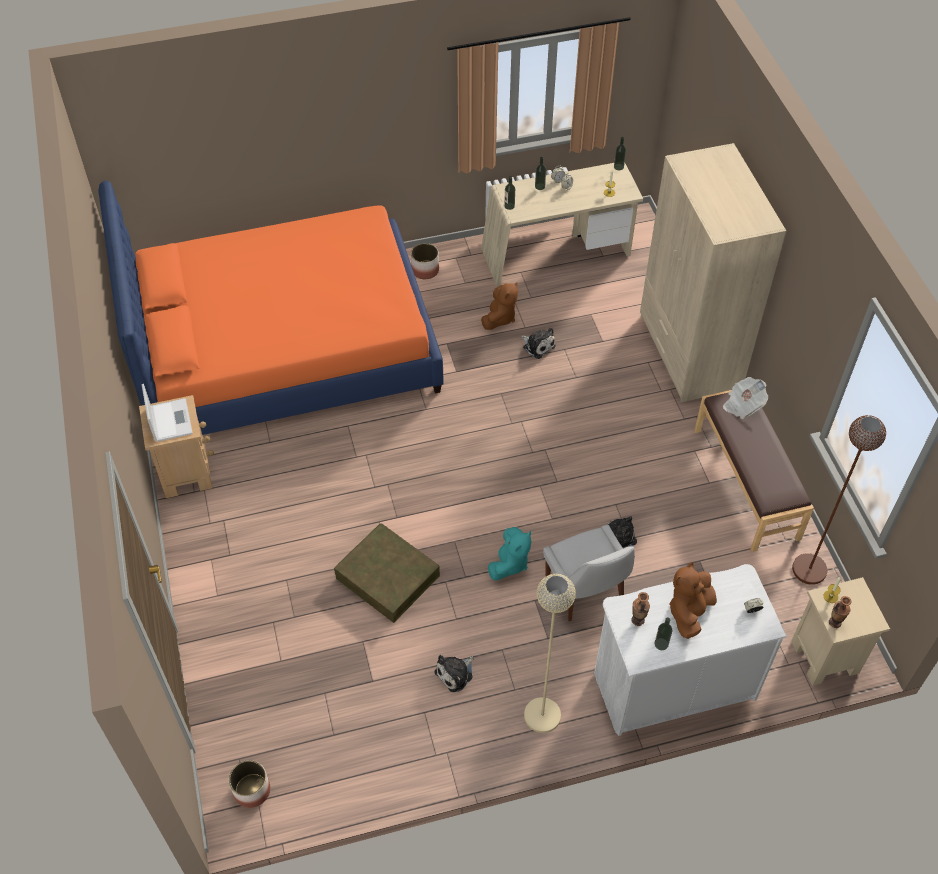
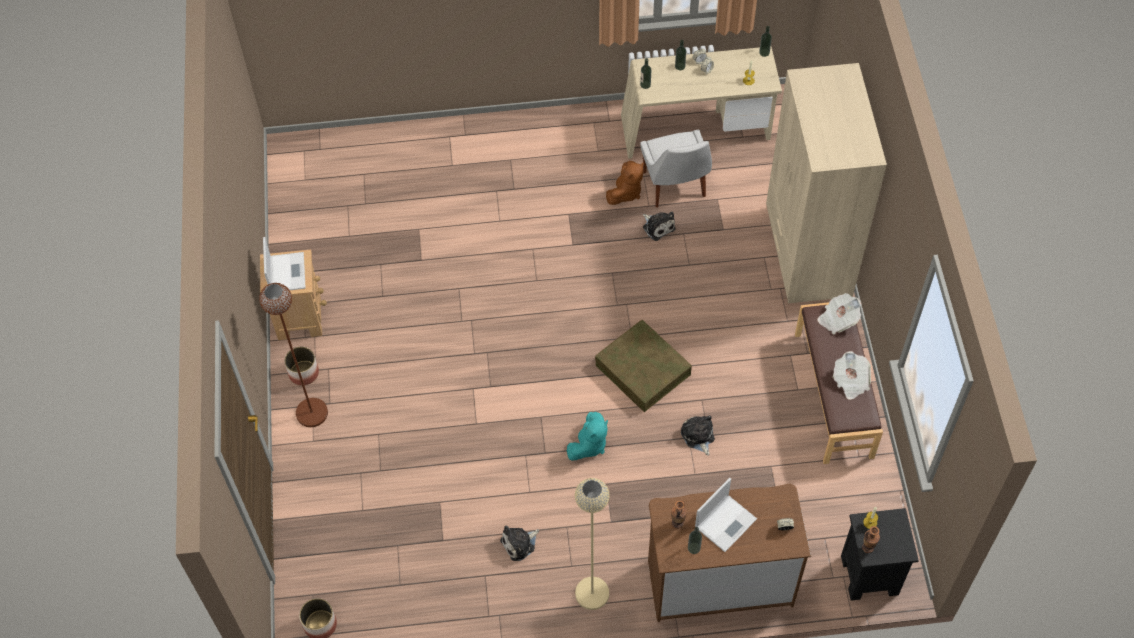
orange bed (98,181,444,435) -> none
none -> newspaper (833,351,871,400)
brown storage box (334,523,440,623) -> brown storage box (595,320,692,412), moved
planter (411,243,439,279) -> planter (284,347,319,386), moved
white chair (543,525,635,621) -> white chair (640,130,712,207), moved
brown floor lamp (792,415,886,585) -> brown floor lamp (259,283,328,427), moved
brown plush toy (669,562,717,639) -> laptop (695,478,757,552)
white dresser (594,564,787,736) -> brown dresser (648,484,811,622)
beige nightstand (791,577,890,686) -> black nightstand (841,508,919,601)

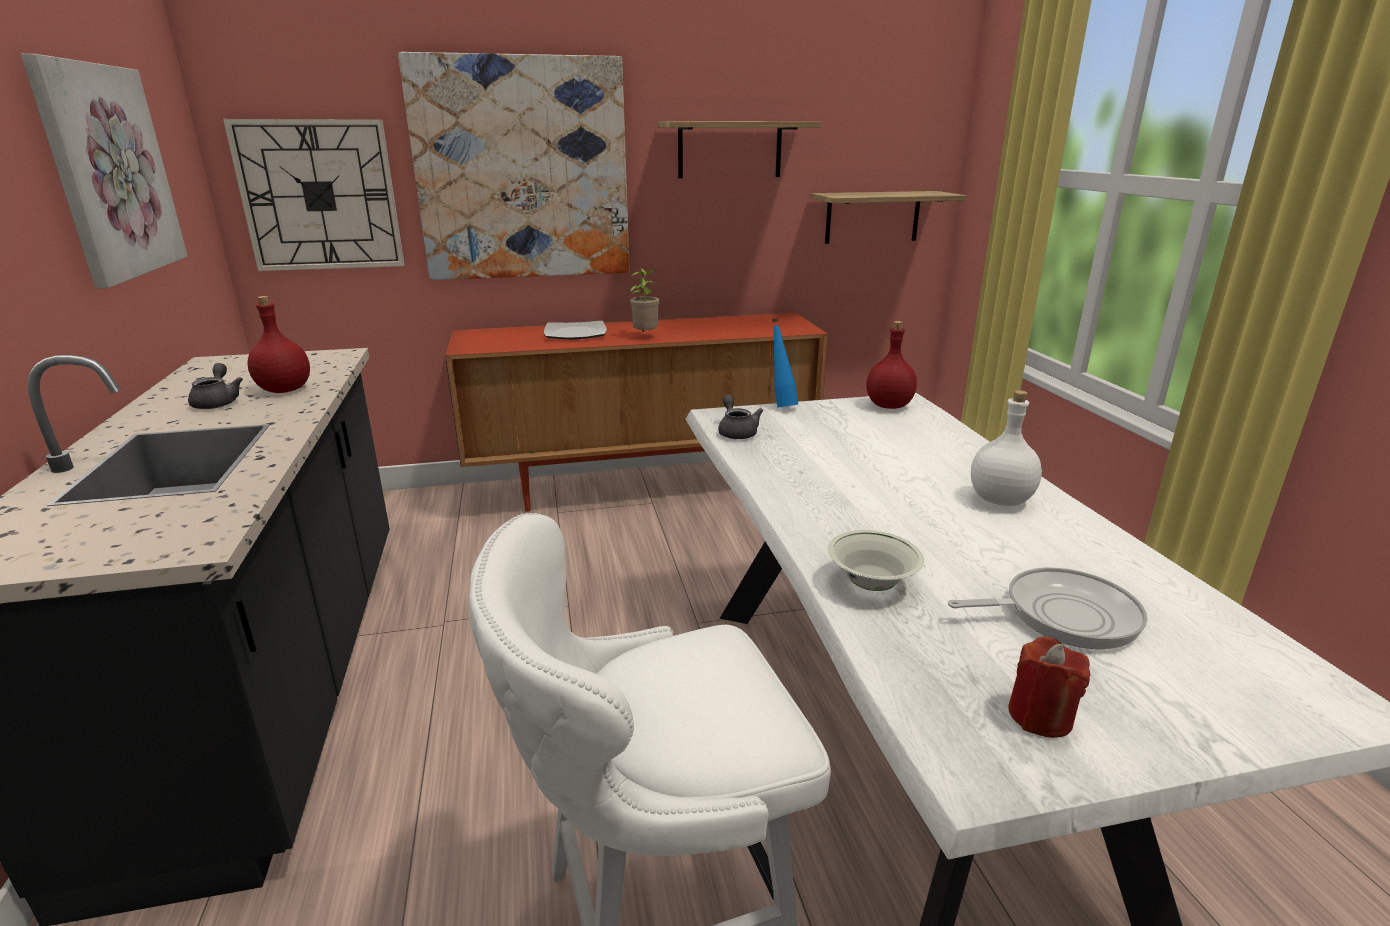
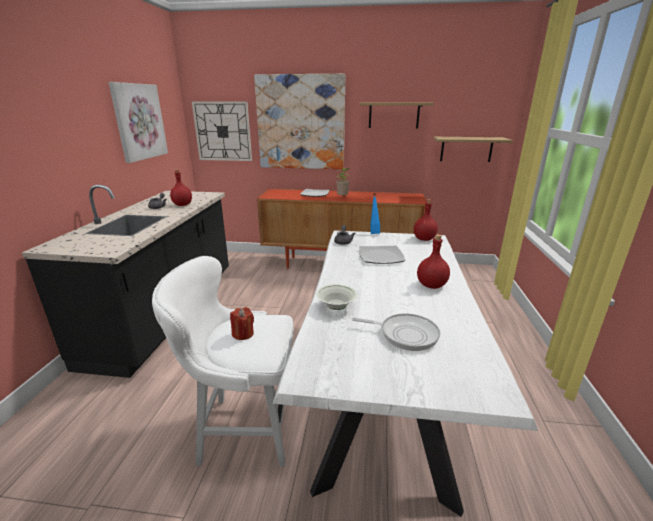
none -> plate (359,246,405,264)
red candle (1008,636,1091,738) -> red candle (230,307,254,340), moved
white bottle (971,390,1042,506) -> red bottle (417,234,450,289)

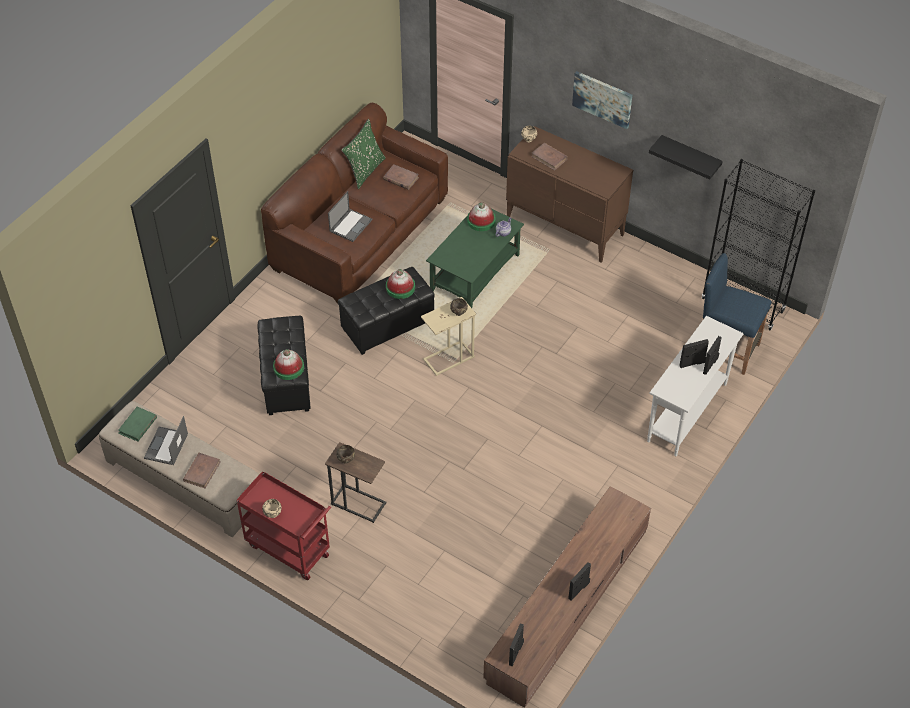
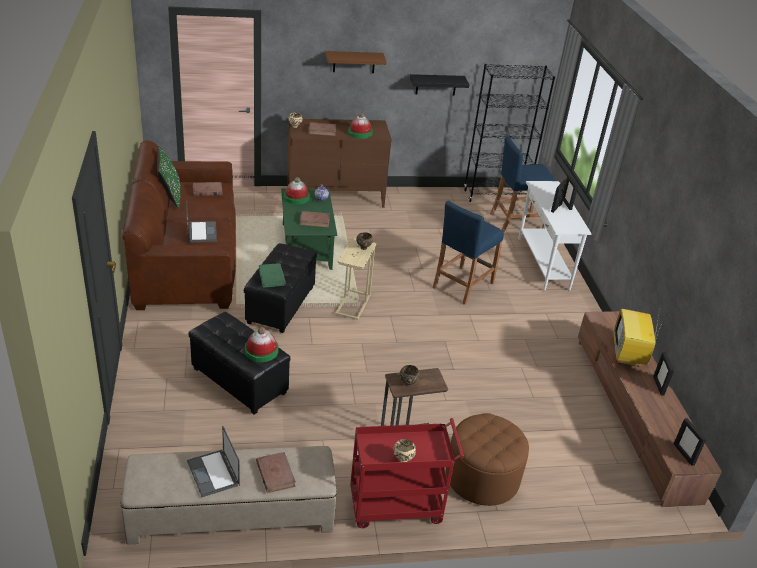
none -> brown book (300,211,330,228)
none -> blue stool (432,201,504,305)
none -> brown ottoman (446,413,529,506)
none -> television (614,309,663,367)
green book (118,407,157,441) -> green book (259,263,286,288), moved
hat (386,269,415,299) -> hat (348,113,373,139), moved
picture (572,71,632,129) -> brown shelf (326,51,387,73)

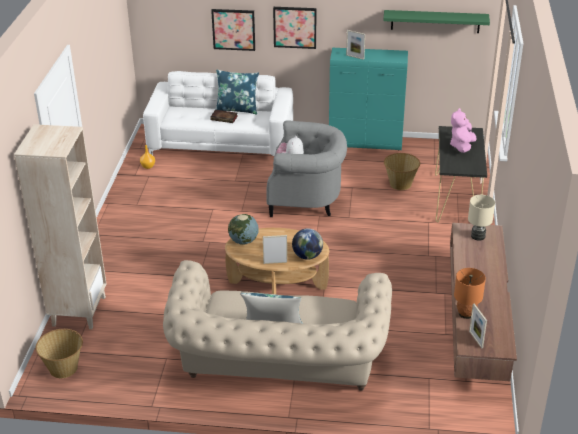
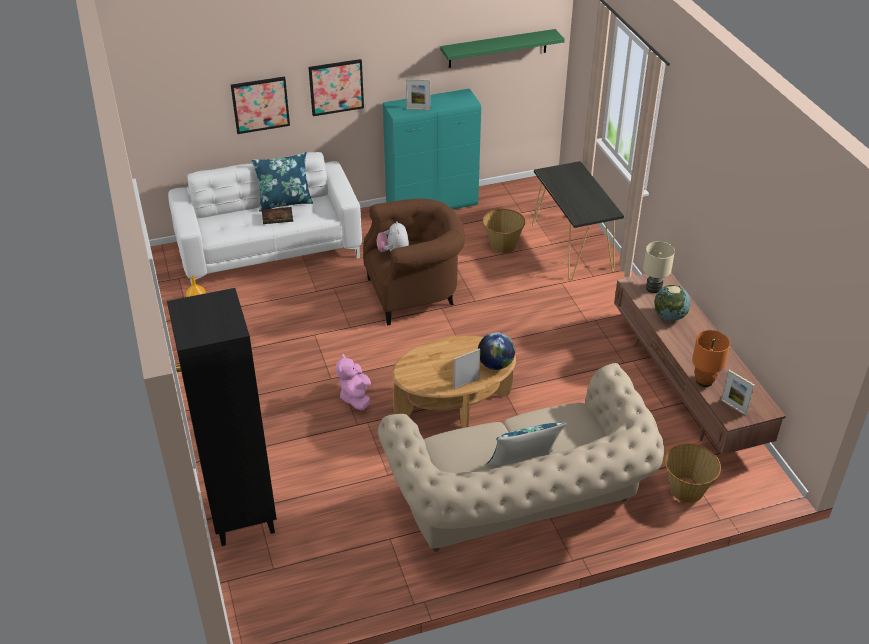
basket (36,329,83,378) -> basket (665,444,721,503), moved
globe (228,214,259,245) -> globe (654,285,690,321), moved
pink plush toy (450,108,476,153) -> pink plush toy (336,354,371,410), moved
beige bookcase (14,124,107,329) -> black bookcase (167,288,277,546)
grey armchair (266,120,347,217) -> brown armchair (363,199,465,326)

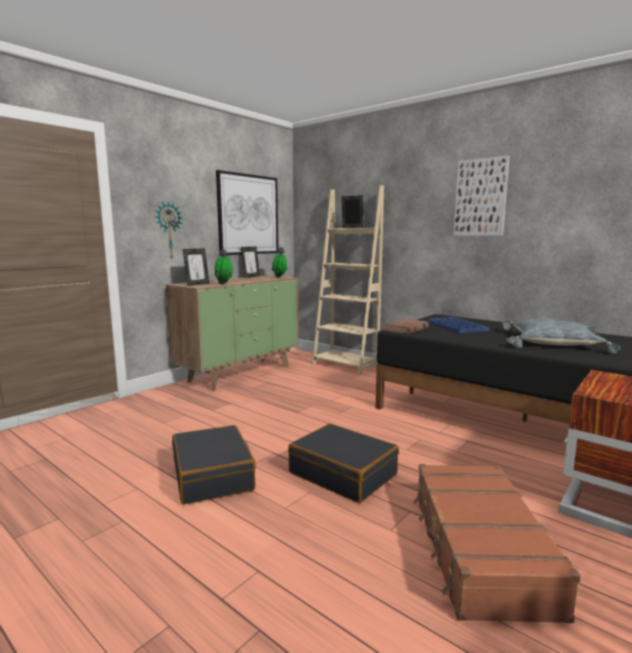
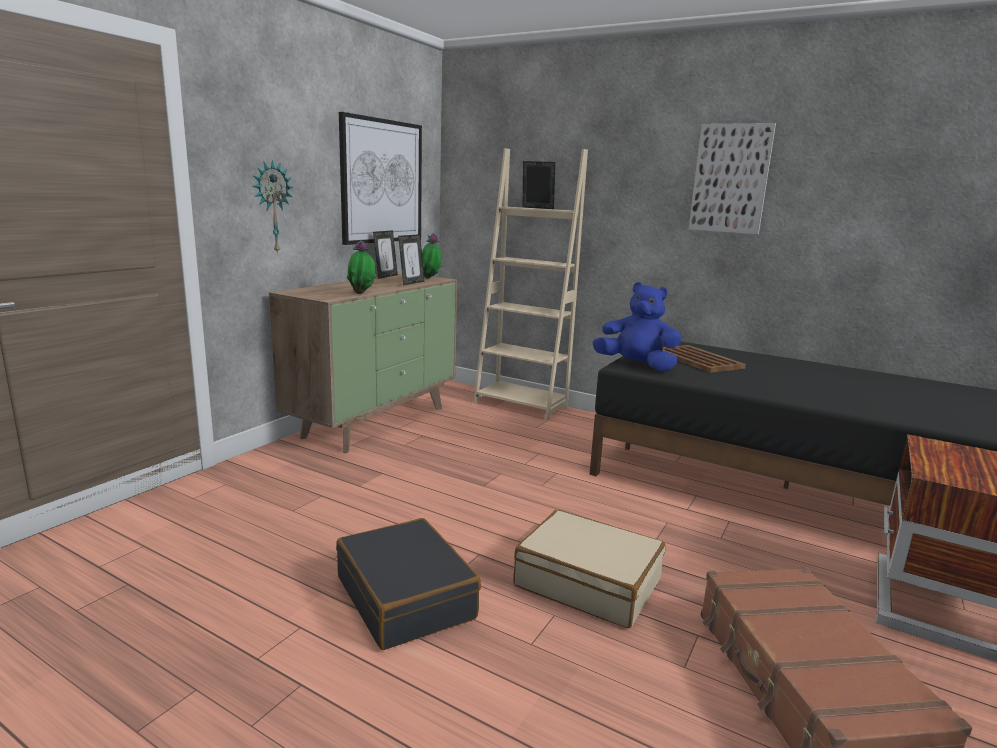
pillow (502,319,621,354) -> none
picture frame (183,249,209,286) -> picture frame (398,234,424,285), moved
brown book (384,319,429,334) -> blue plush toy (592,282,682,371)
black suitcase (288,424,399,503) -> beige suitcase (513,510,665,628)
blue tray (427,317,490,333) -> brown tray (663,345,746,373)

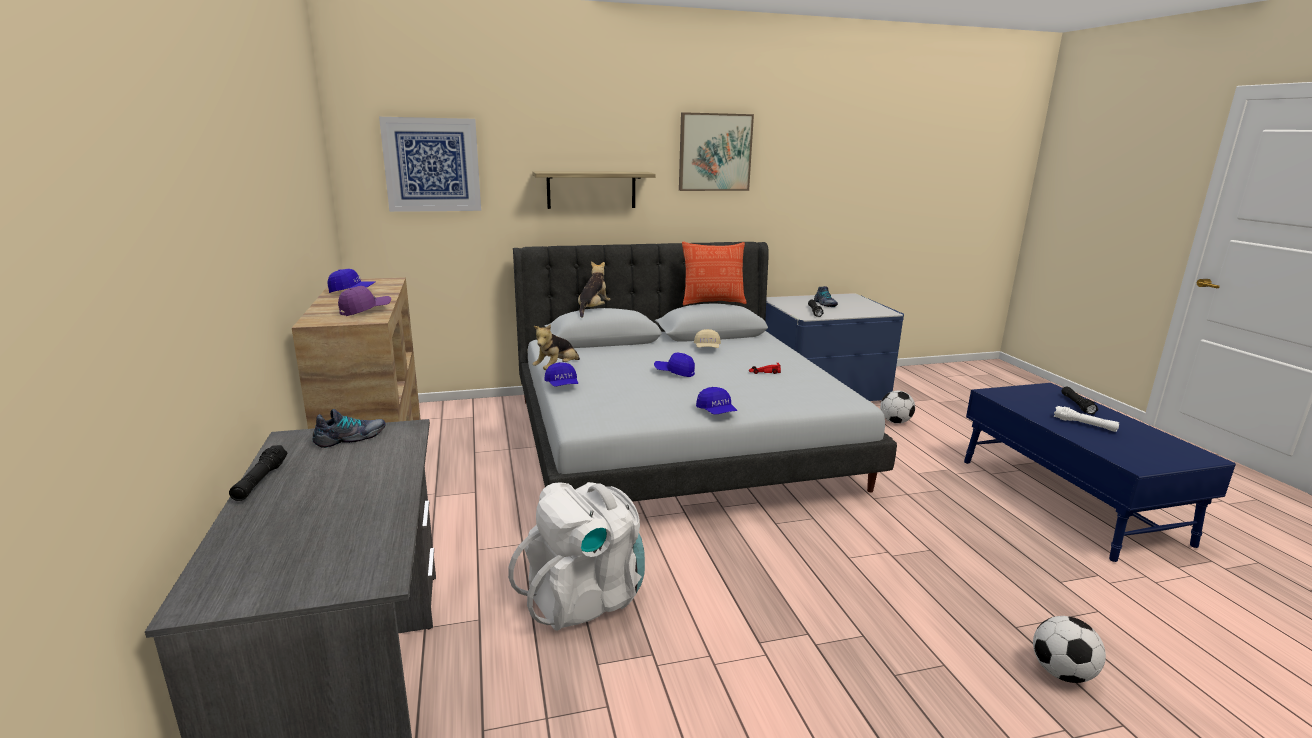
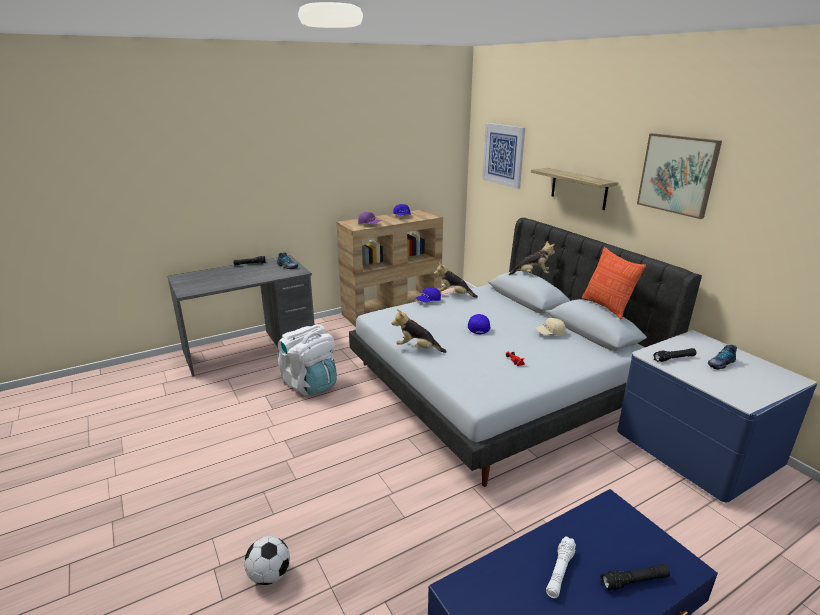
football (880,390,915,424) -> none
blue cap (696,387,737,415) -> plush toy (391,309,447,353)

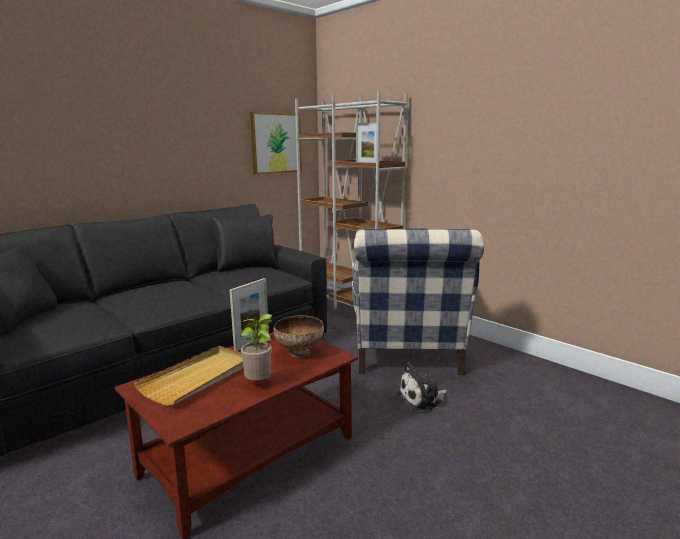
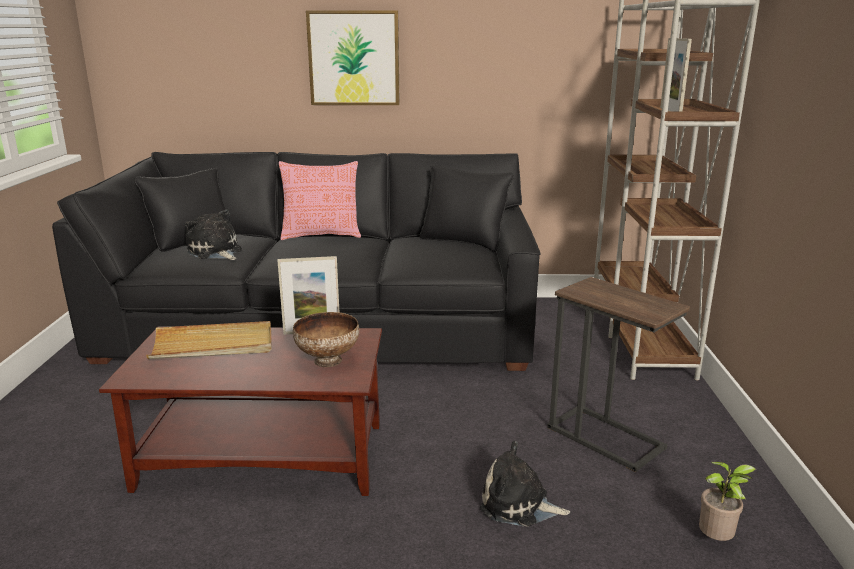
none -> plush toy (185,209,242,260)
none -> pink pillow (279,161,361,240)
potted plant (241,314,273,381) -> potted plant (699,462,756,541), moved
picture (250,112,302,174) -> picture (306,10,400,105), moved
armchair (352,229,484,375) -> brown side table (548,277,690,472)

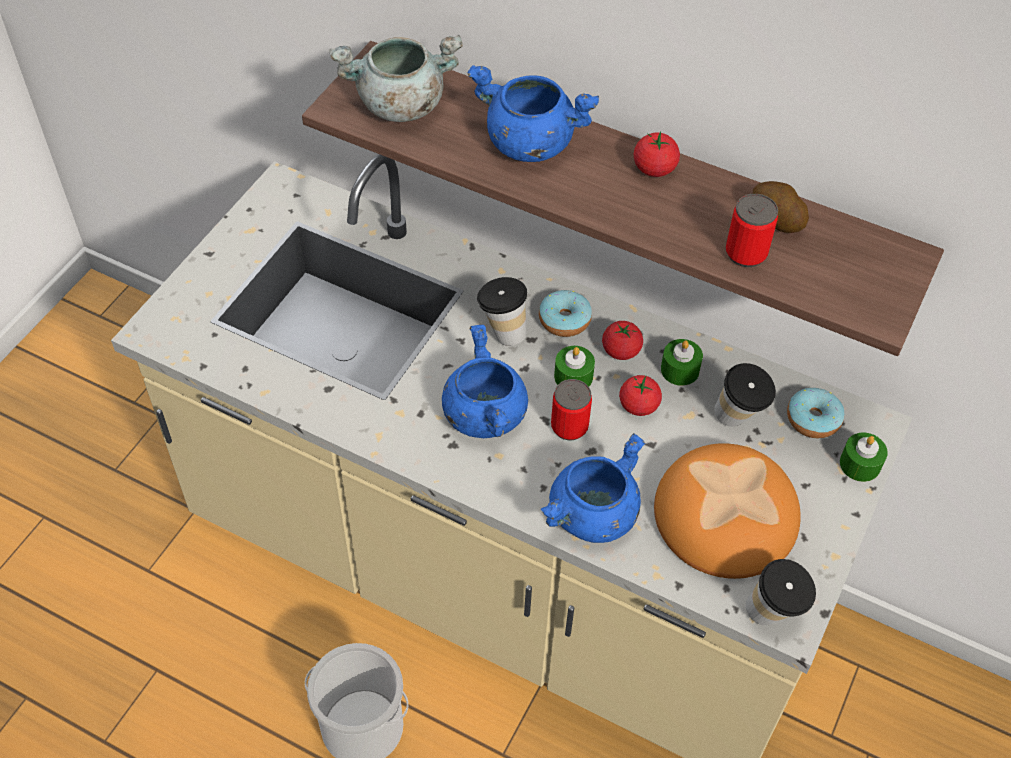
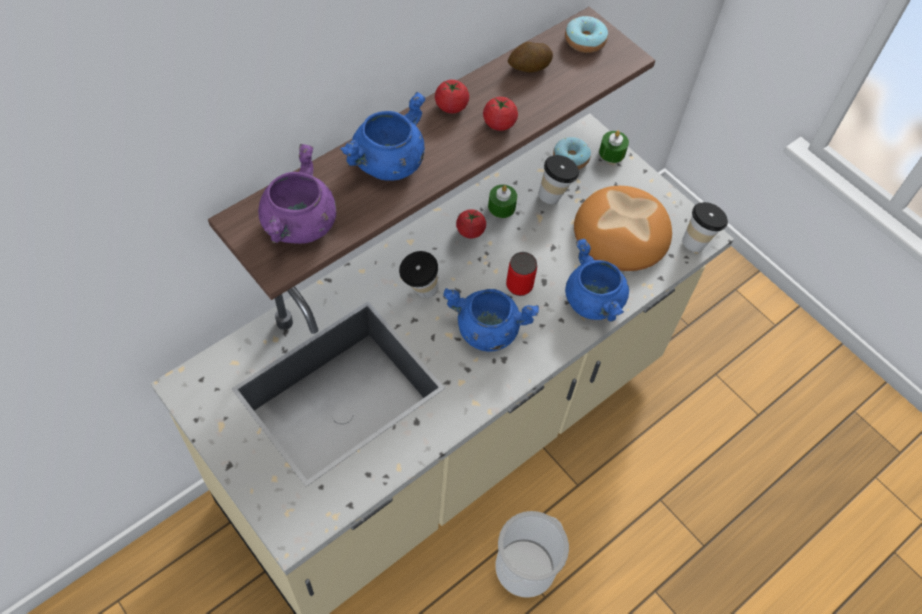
green candle (554,346,595,387) -> none
can (726,194,778,267) -> none
donut (539,290,592,337) -> donut (565,16,608,53), moved
tomato (619,375,662,416) -> tomato (483,97,518,131), moved
grey cooking pot (329,35,462,122) -> purple cooking pot (258,144,336,244)

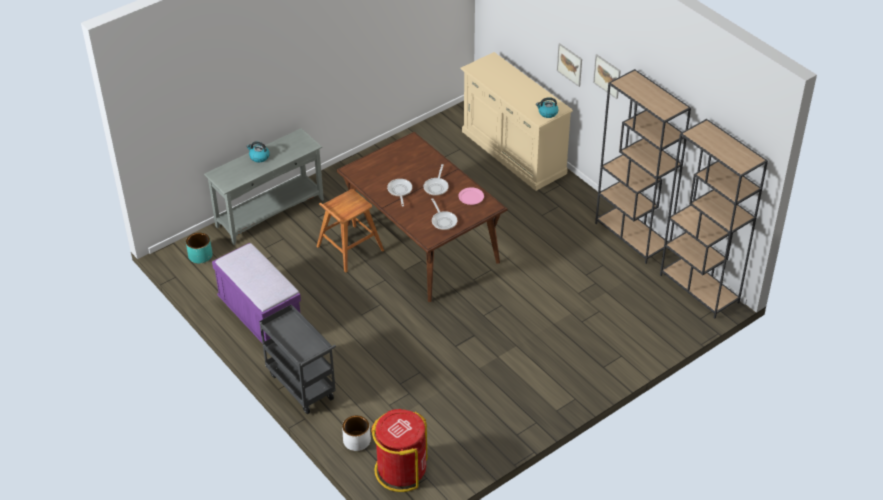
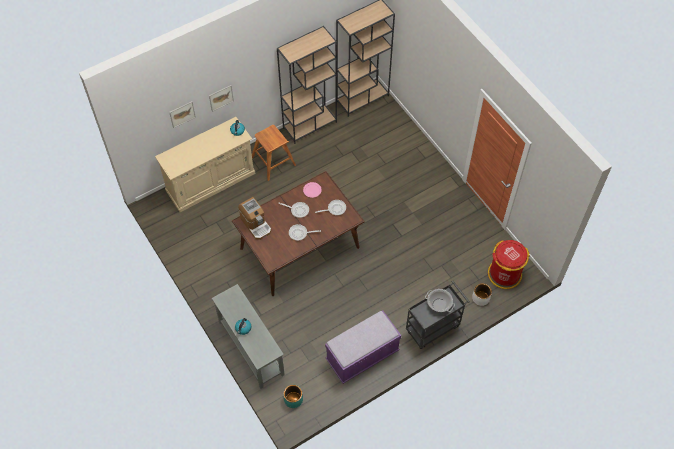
none -> coffee machine (238,197,271,240)
none -> cooking pot (425,289,455,312)
brown stool (316,189,384,273) -> brown stool (252,125,296,181), moved
picture (593,54,621,99) -> picture (169,101,196,128), moved

